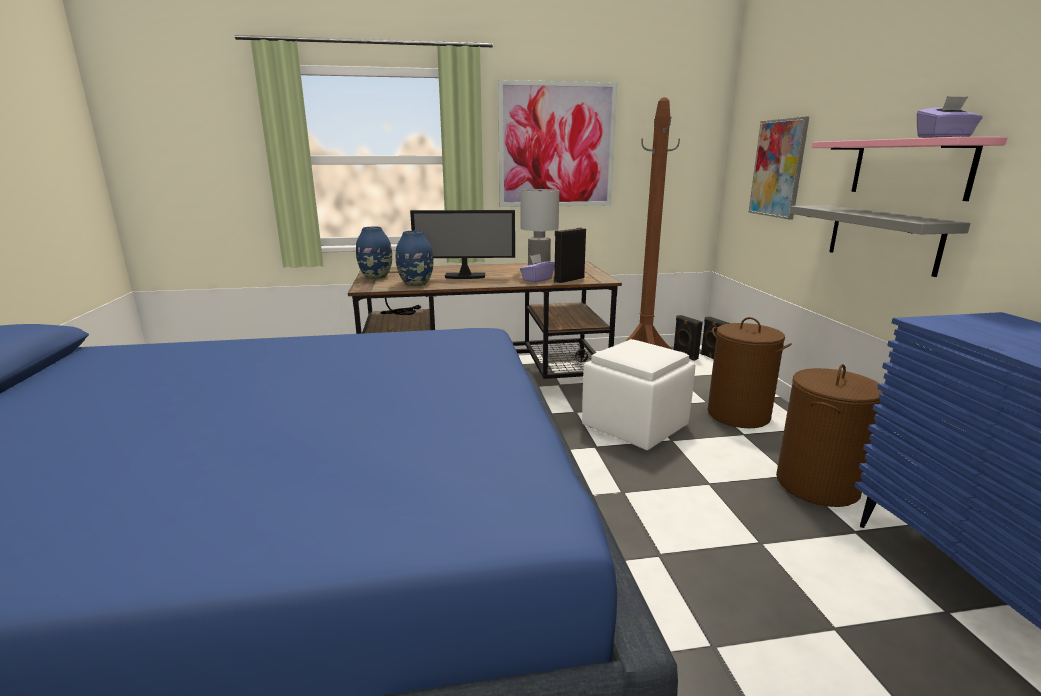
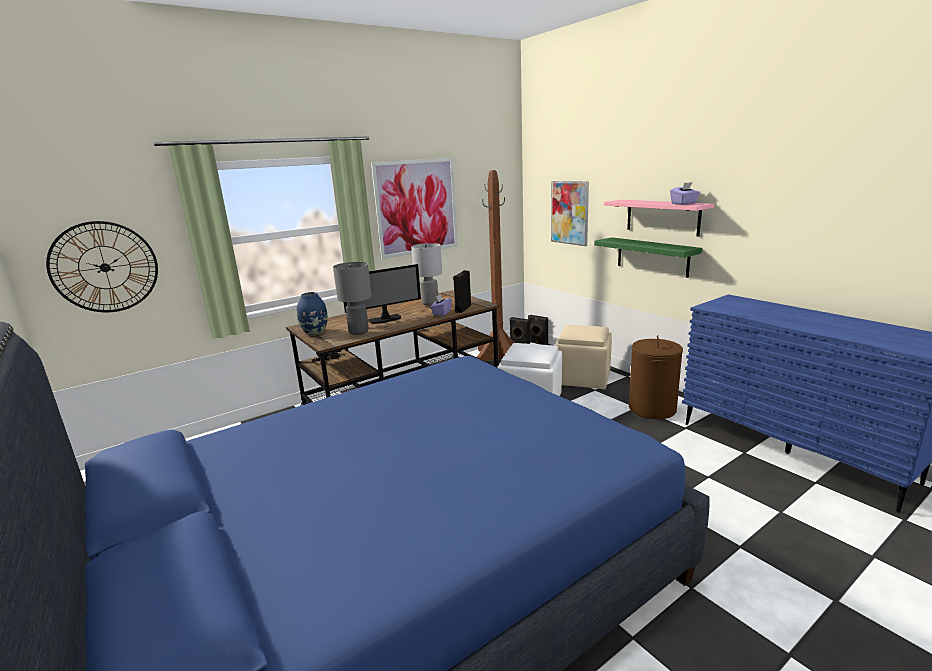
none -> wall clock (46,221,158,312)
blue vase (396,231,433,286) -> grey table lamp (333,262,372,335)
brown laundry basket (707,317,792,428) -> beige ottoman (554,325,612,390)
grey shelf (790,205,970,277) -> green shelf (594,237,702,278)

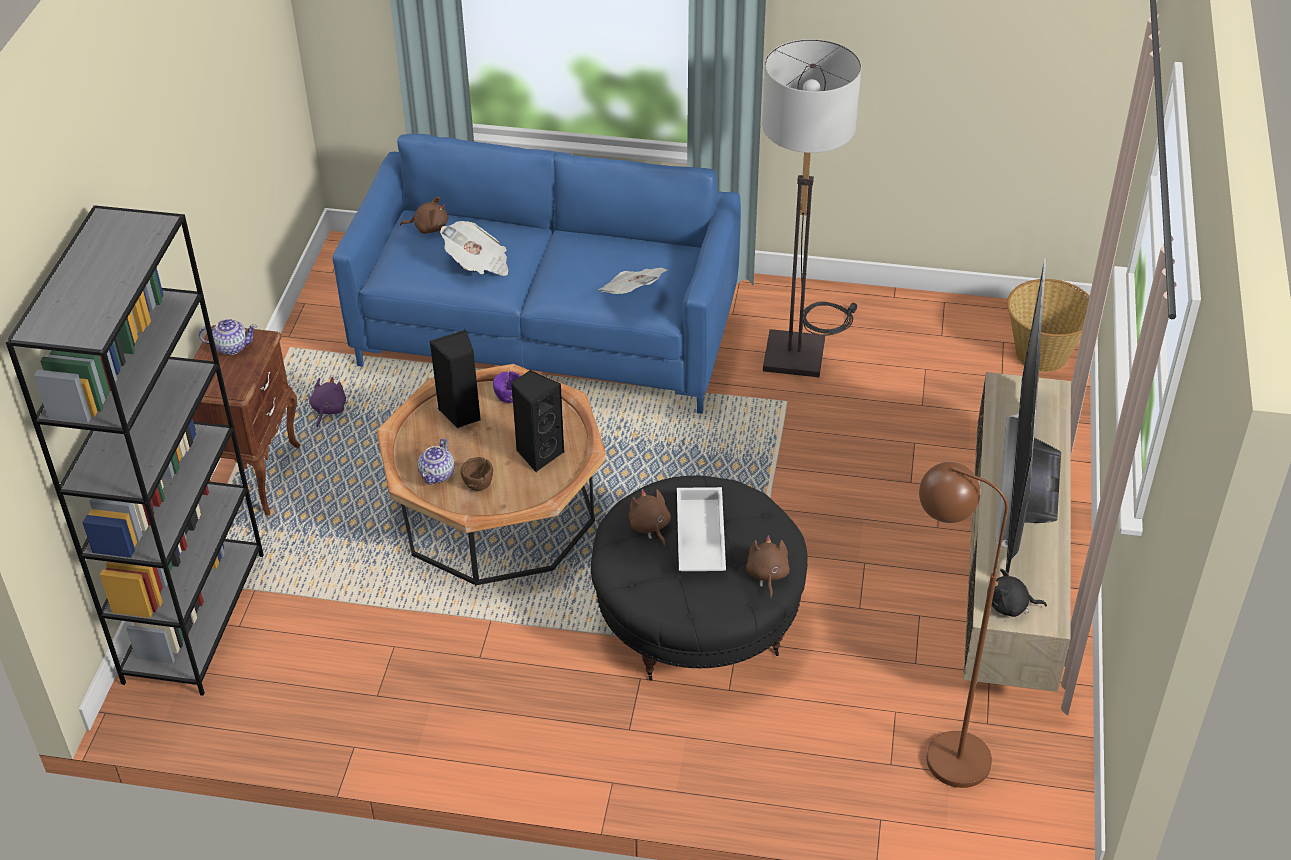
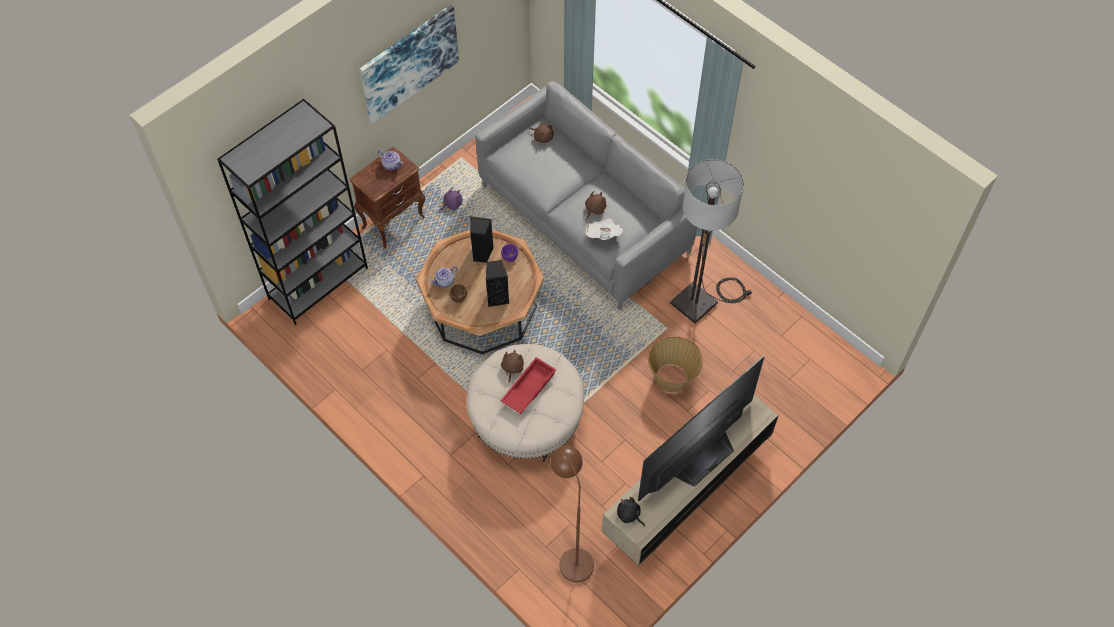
newspaper (440,221,508,276) -> none
none -> picture (360,5,459,124)
brown plush toy (746,535,790,599) -> brown plush toy (585,191,607,220), moved
basket (1007,279,1090,372) -> basket (648,336,703,392), moved
blue sofa (333,134,741,414) -> grey sofa (475,81,697,310)
black ottoman (591,476,808,681) -> beige ottoman (467,344,584,462)
white tray (677,487,726,571) -> red tray (501,357,556,414)

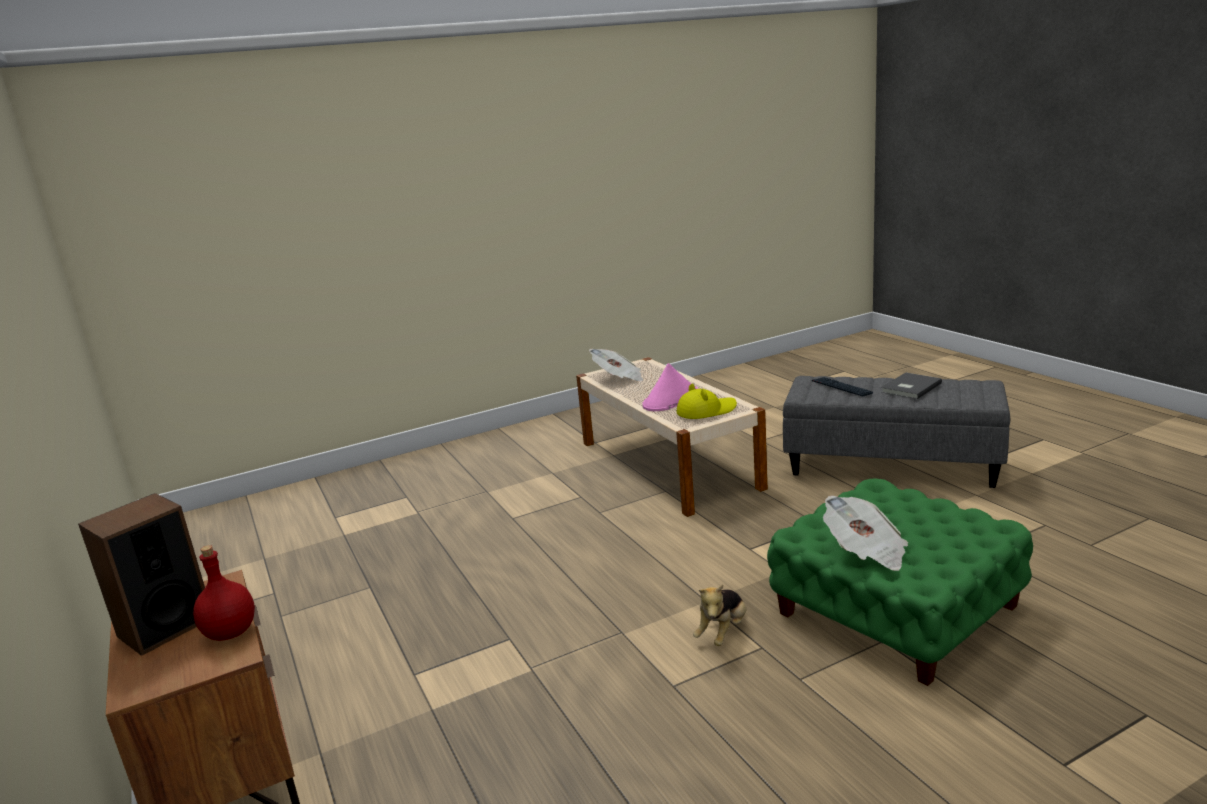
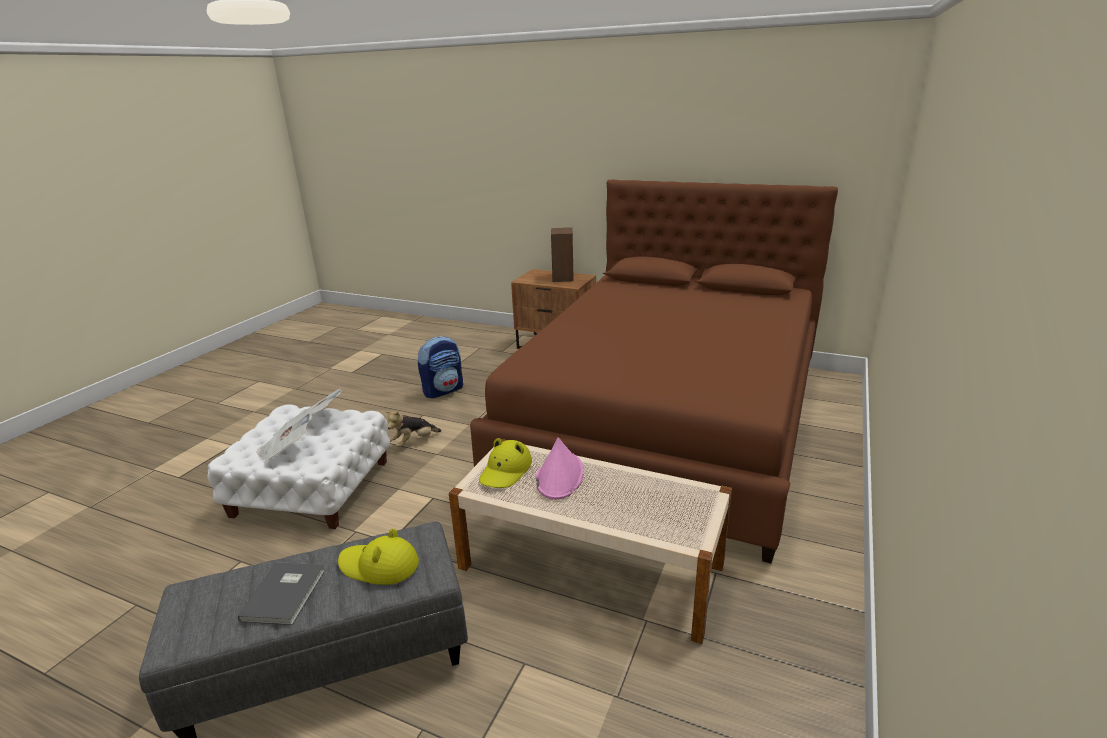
red bottle (193,545,255,641) -> none
none -> backpack (418,336,463,398)
none -> brown bed (470,180,838,563)
newspaper (589,349,643,382) -> newspaper (256,412,312,462), moved
keyboard (812,377,873,397) -> yellow hat (338,529,419,585)
green ottoman (767,478,1033,686) -> white ottoman (207,404,390,529)
plush toy (693,585,746,646) -> plush toy (385,411,442,447), 120 degrees counterclockwise

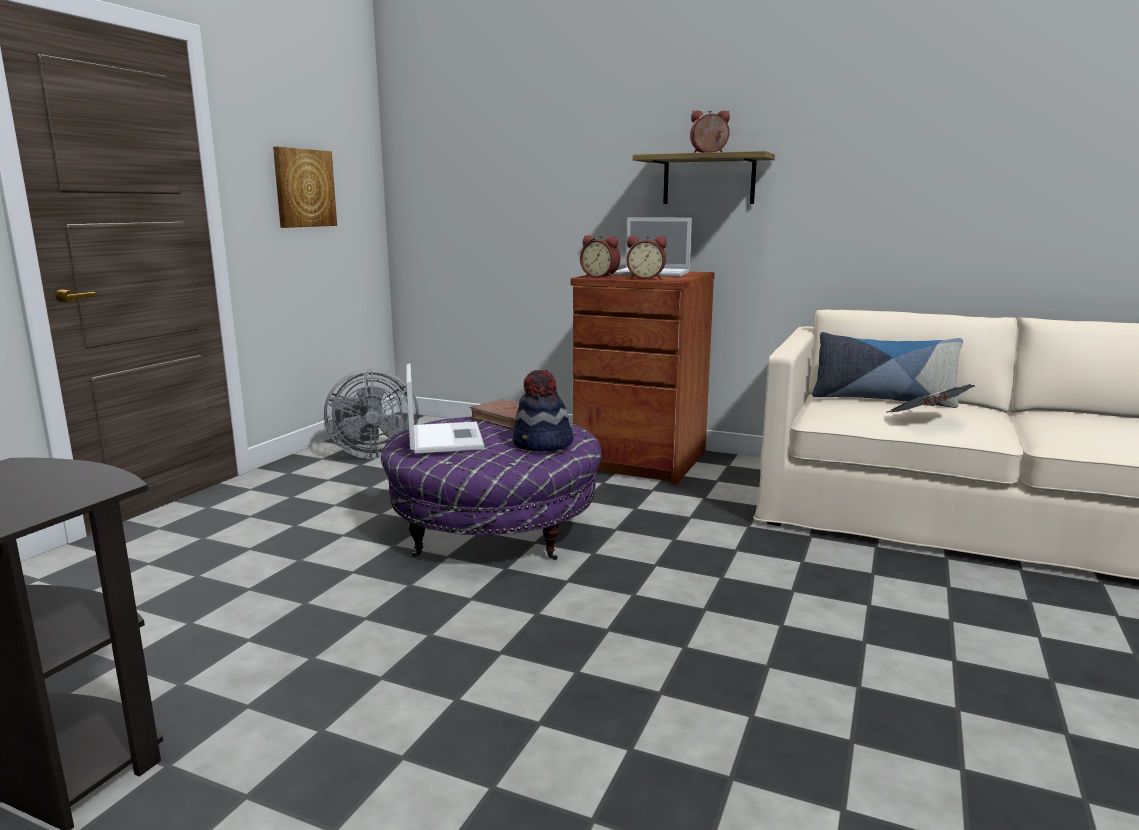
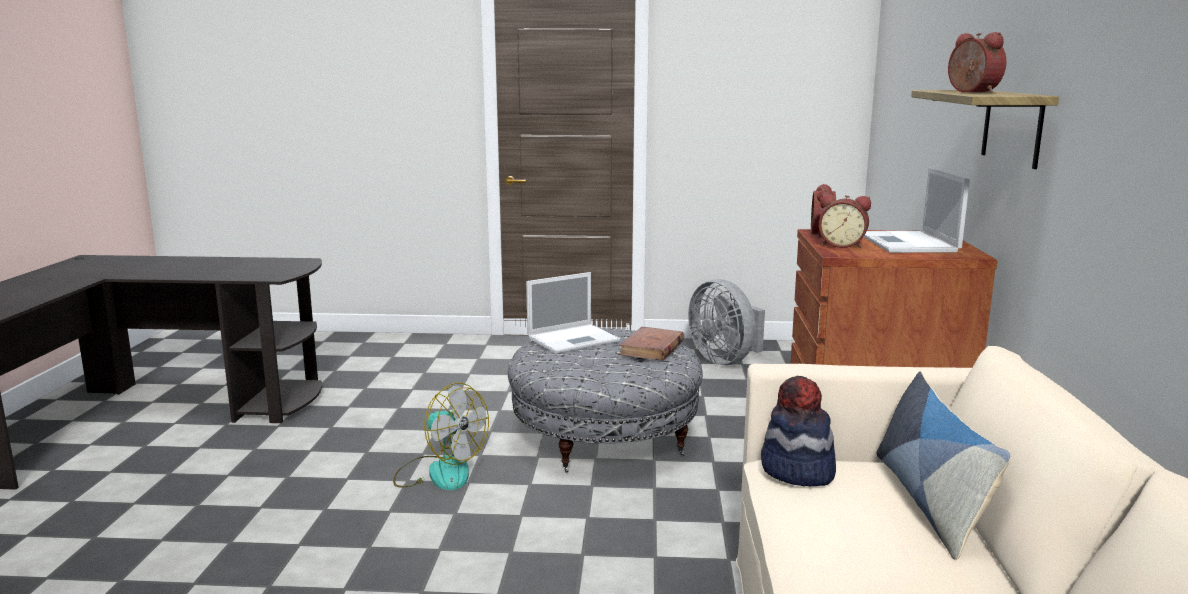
picture (273,147,337,228) -> none
newspaper (886,384,975,413) -> none
none -> fan (393,383,489,490)
hat (513,370,574,451) -> hat (761,376,836,486), moved
purple ottoman (381,417,602,560) -> grey ottoman (508,328,703,473)
alarm clock (627,236,667,279) -> alarm clock (819,194,871,248), 60 degrees counterclockwise

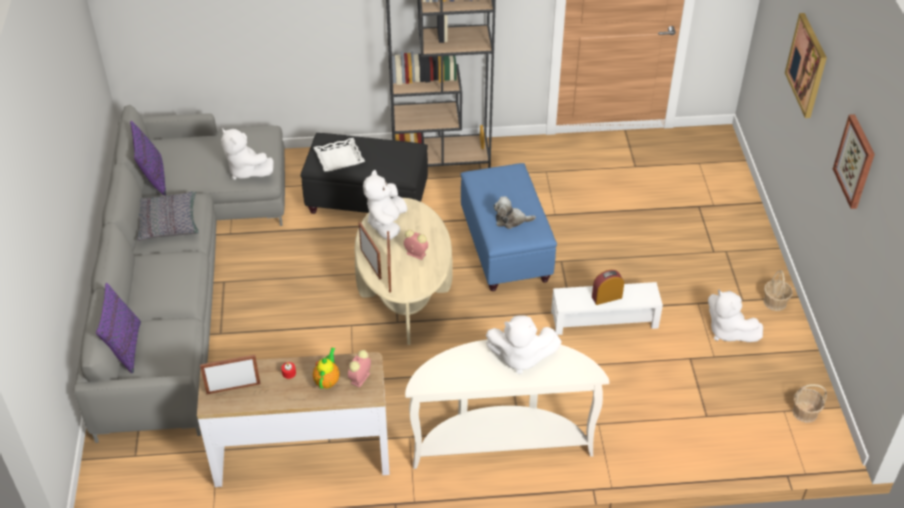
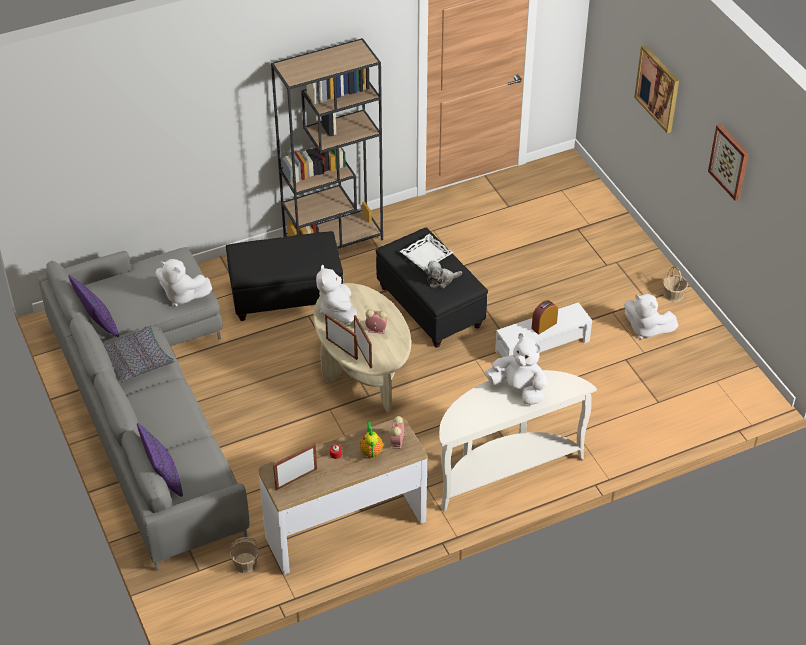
white tray (313,138,365,172) -> white tray (400,234,454,270), moved
basket (792,384,827,423) -> basket (230,537,259,573), moved
blue ottoman (461,163,557,291) -> black ottoman (375,227,488,348)
white plush toy (486,315,562,374) -> white plush toy (485,333,547,405), 135 degrees counterclockwise

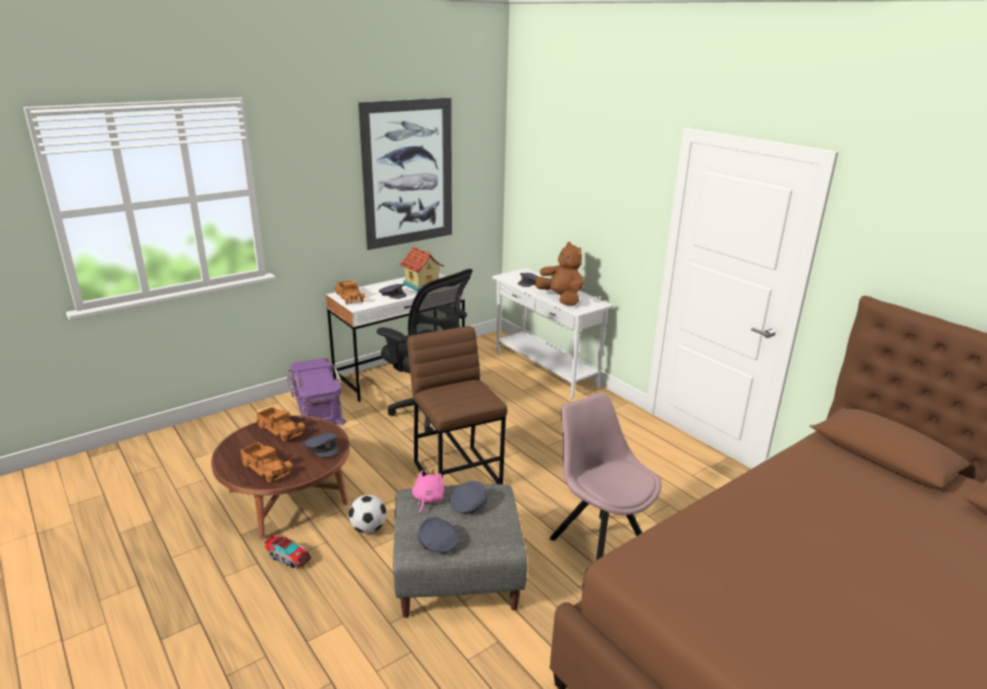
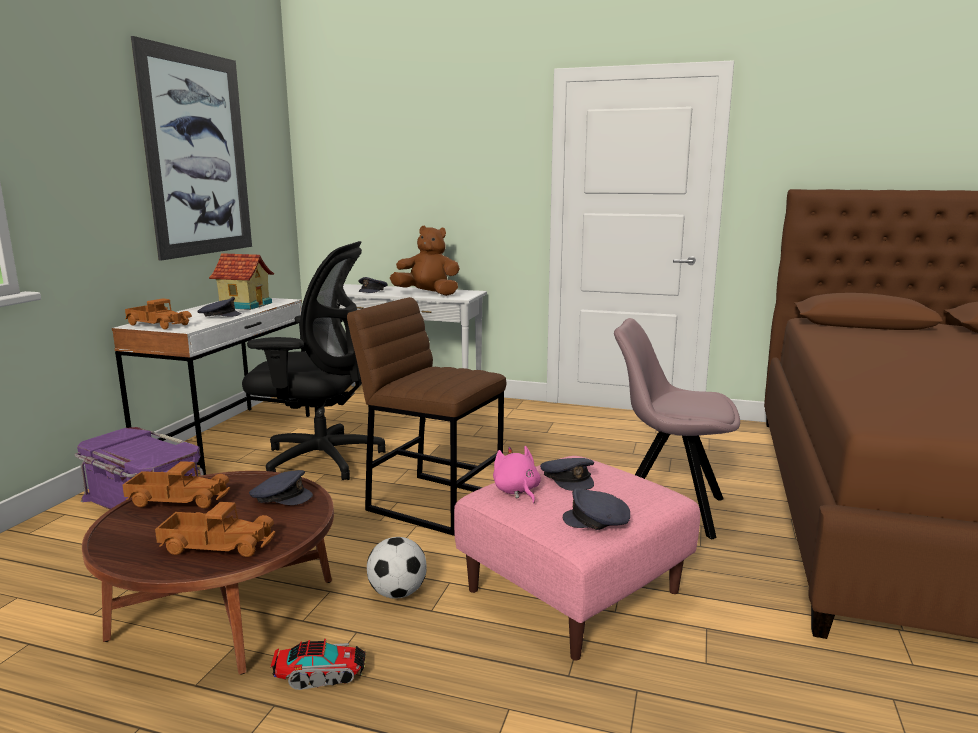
grey ottoman (393,484,527,618) -> pink ottoman (454,456,700,661)
grey cap (449,481,488,514) -> grey cap (540,458,594,491), 150 degrees clockwise

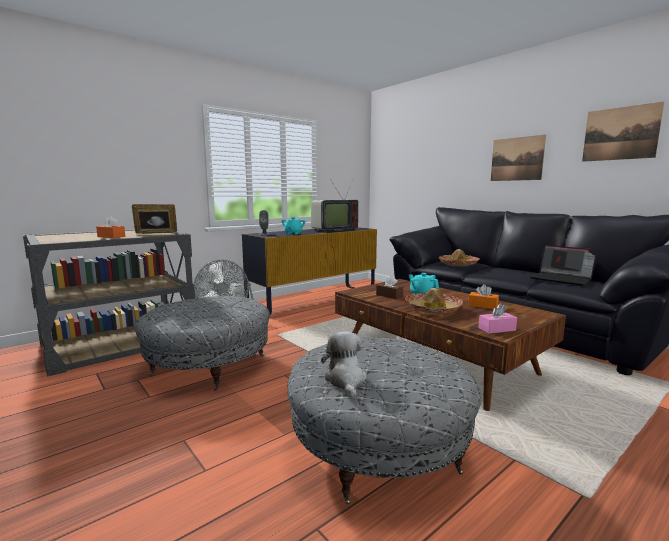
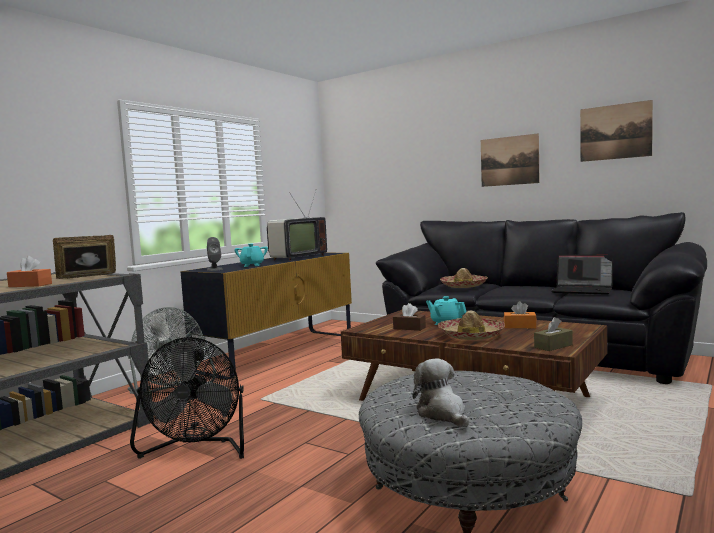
grey ottoman (135,296,270,391) -> black fan (130,337,244,459)
pink tissue box (478,304,517,334) -> brown tissue box (534,317,573,351)

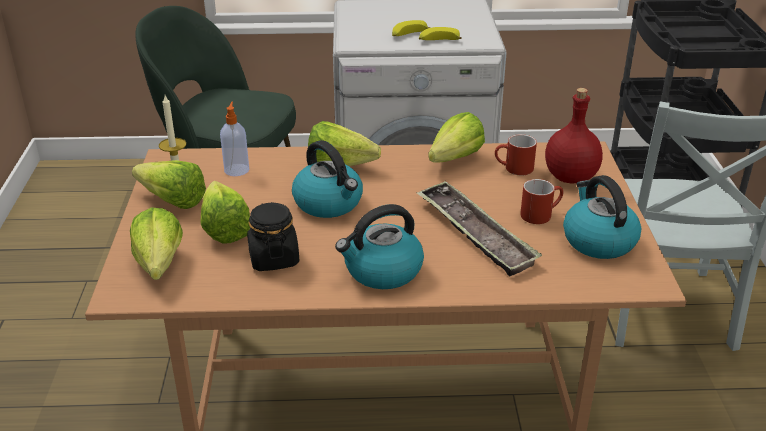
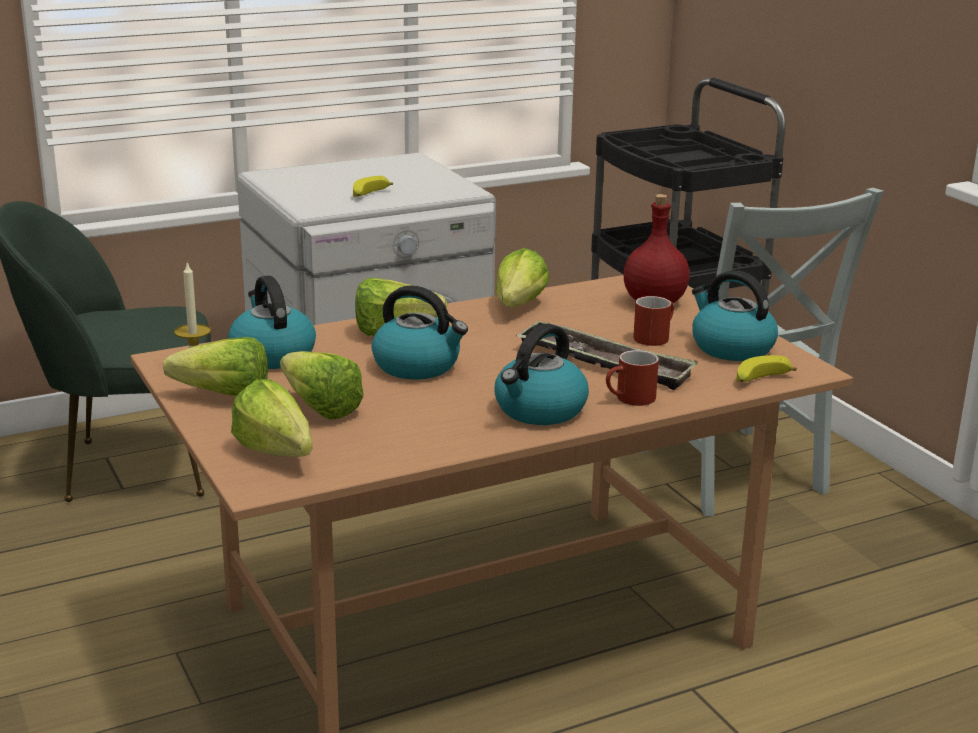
black jar (247,202,299,271) -> none
banana (419,27,462,40) -> banana (737,355,797,382), moved
red mug (495,134,537,175) -> red mug (606,350,659,406), moved
soap dispenser (220,101,249,176) -> kettle (228,275,316,369)

